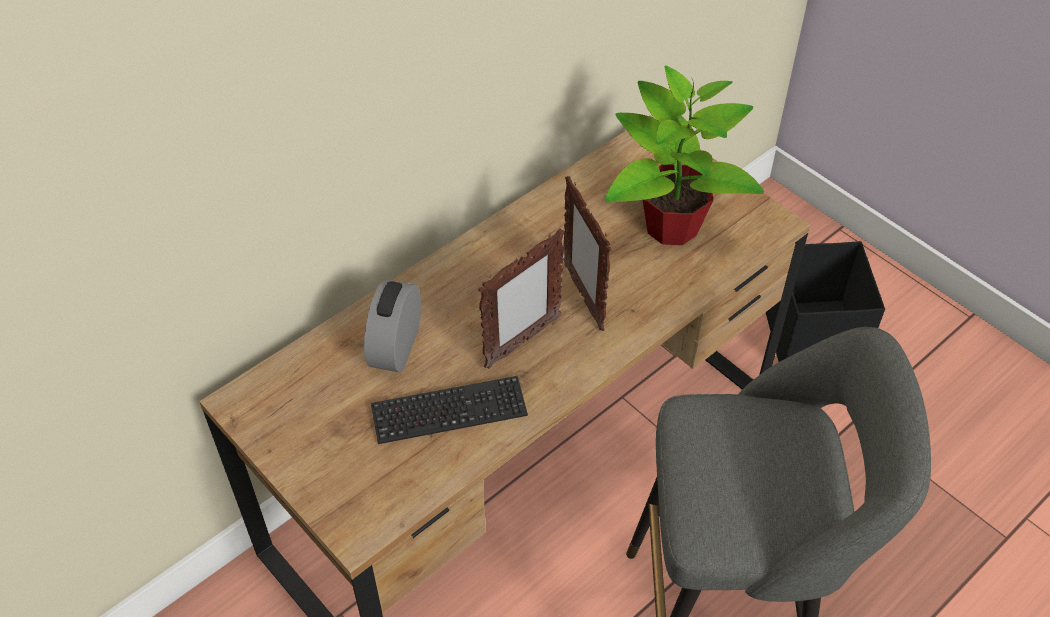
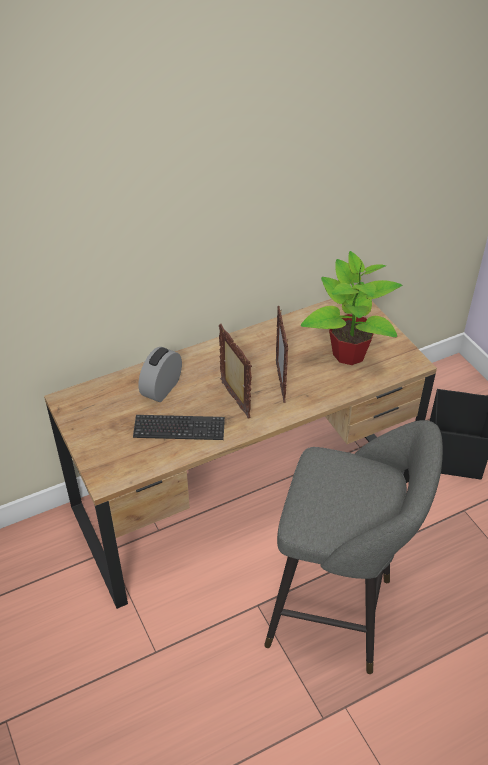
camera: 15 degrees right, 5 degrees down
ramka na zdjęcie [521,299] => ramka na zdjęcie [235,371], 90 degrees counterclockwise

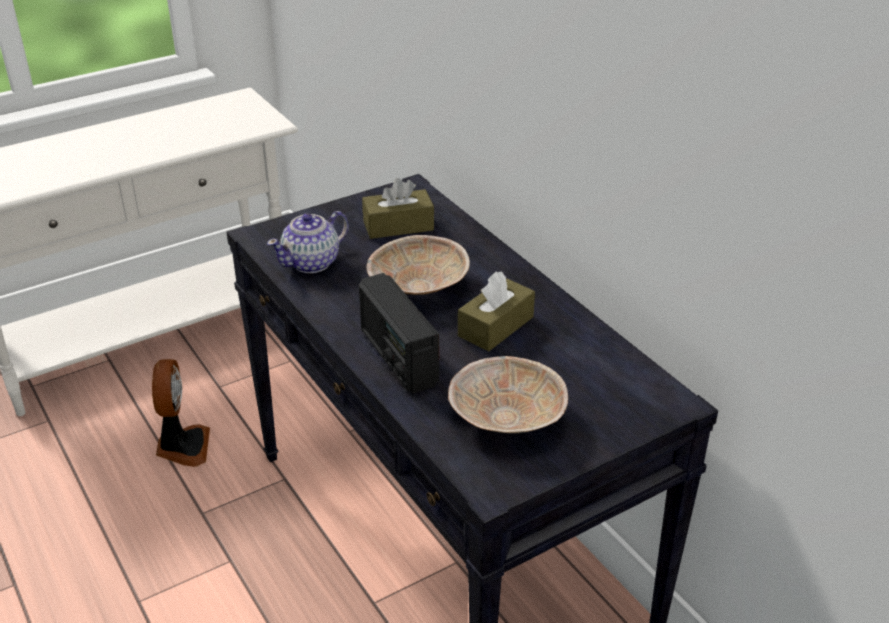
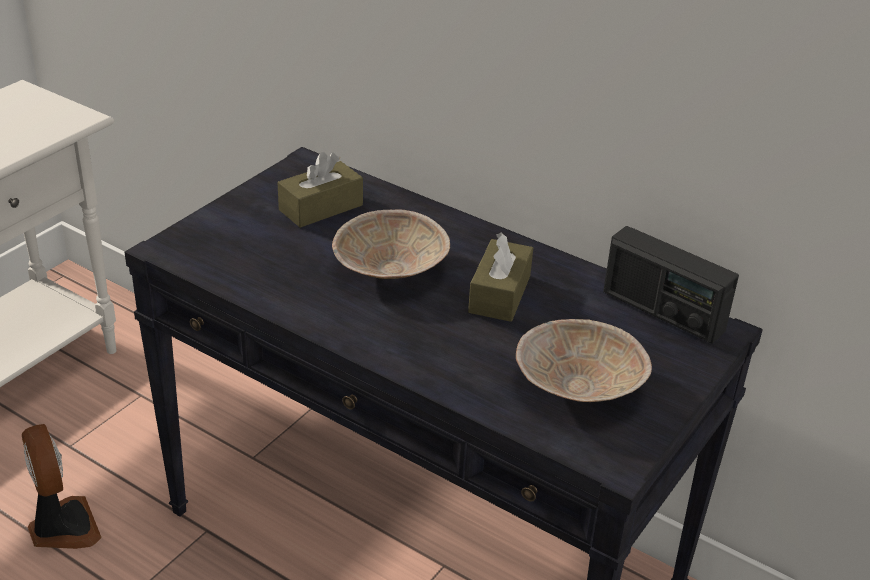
camera: 25 degrees left, 0 degrees up
imbryk [308,242] => nothing
radio [399,333] => radio [671,285], shifted

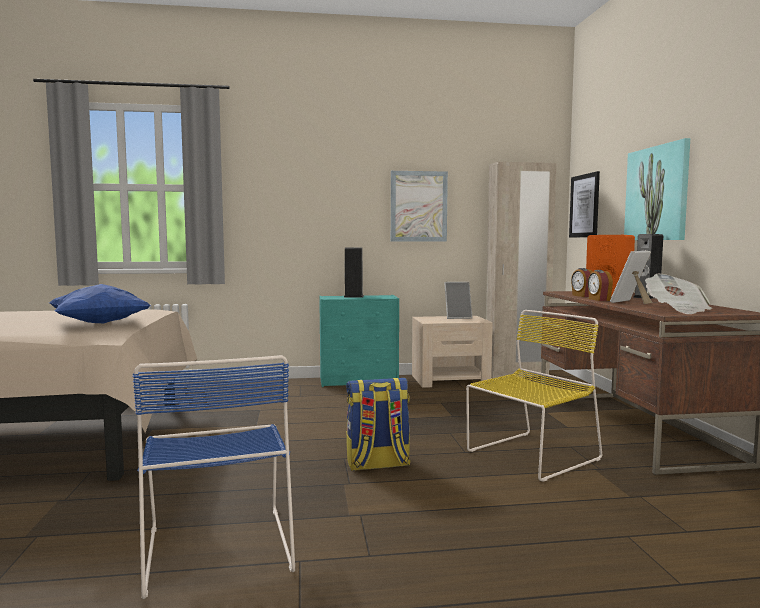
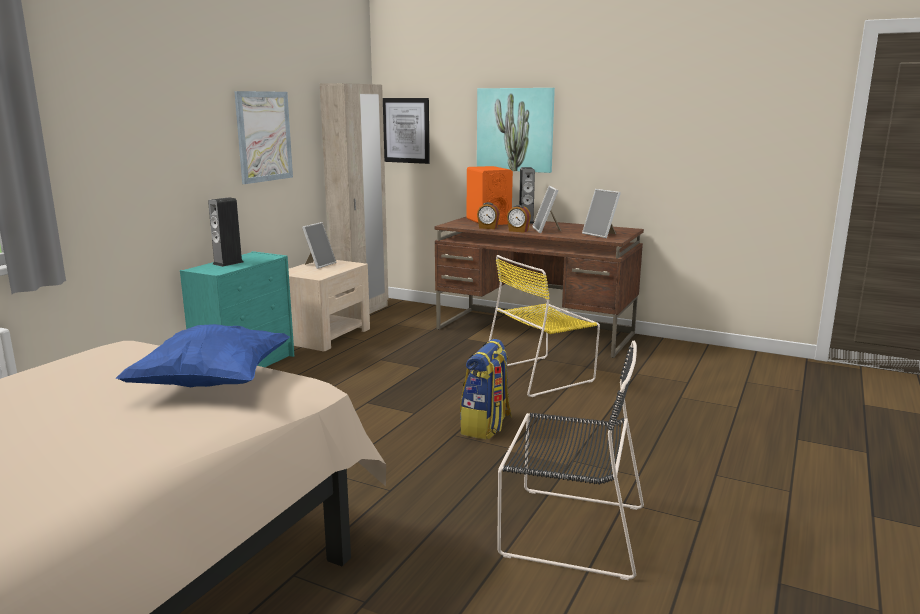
camera: 55 degrees left, 10 degrees up
gazeta [678,294] => ramka na zdjęcie [601,213]
krzesło (żółty) [534,396] => krzesło (żółty) [544,326], 120 degrees counterclockwise
krzesło (niebieski) [214,477] => krzesło (czarny) [570,460]

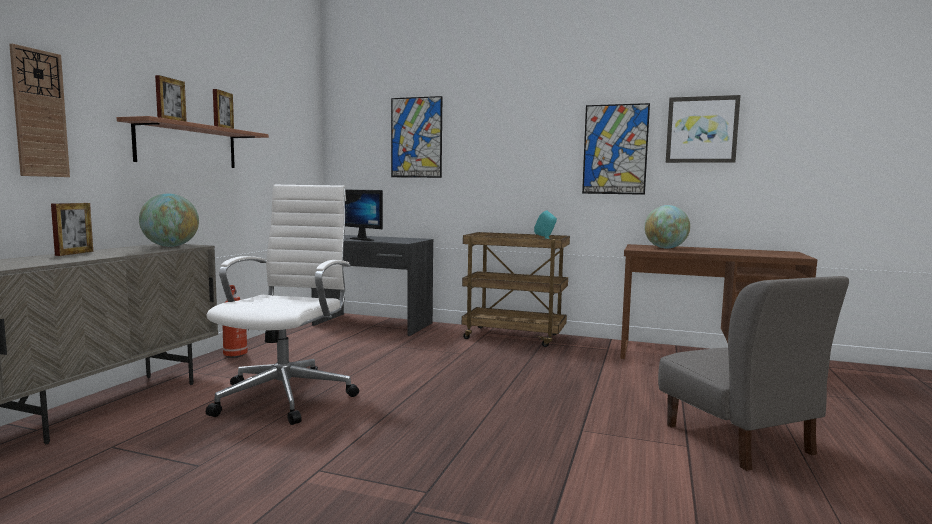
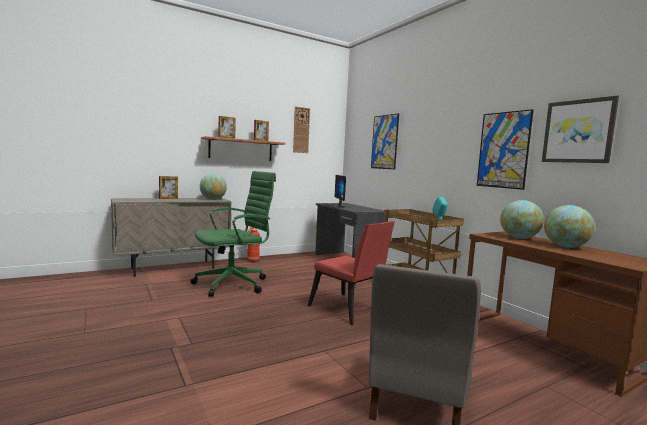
camera: 40 degrees right, 0 degrees up
zegar ścienny [39,110] => zegar ścienny [301,129], shifted
krzesło biurowe (biały) [282,305] => krzesło biurowe (zielony) [233,234]
nothing => globus [569,226]
nothing => krzesło (czerwony) [351,273]

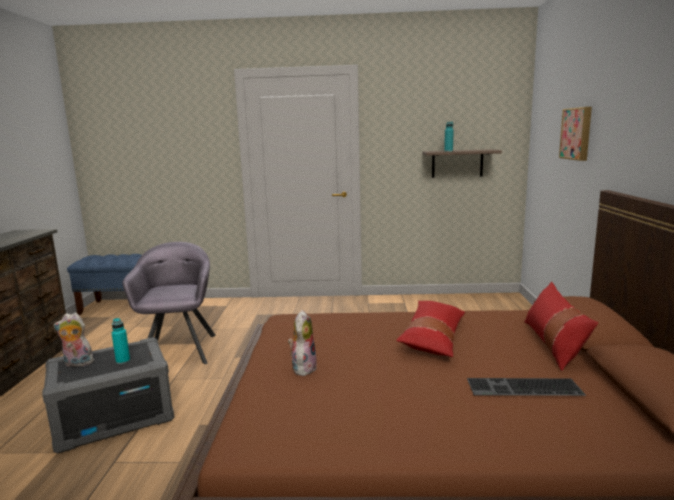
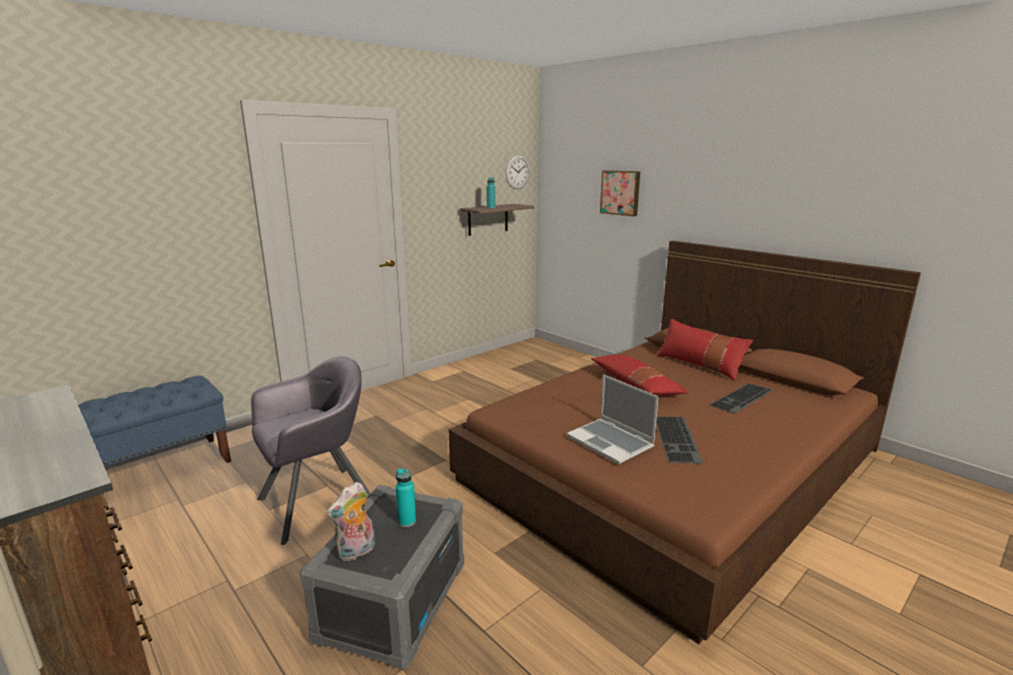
camera: 45 degrees left, 5 degrees up
fotel (szary) [169,303] => fotel (szary) [310,450], 105 degrees clockwise
pluszak [302,343] => laptop [612,419]
nothing => zegar ścienny [518,172]
nothing => klawiatura [679,440]

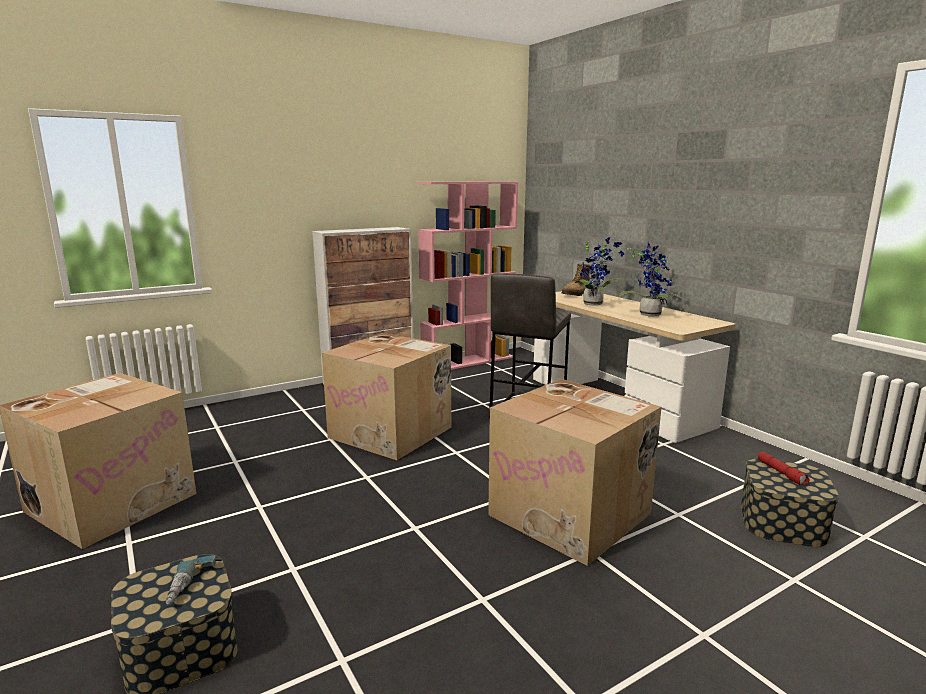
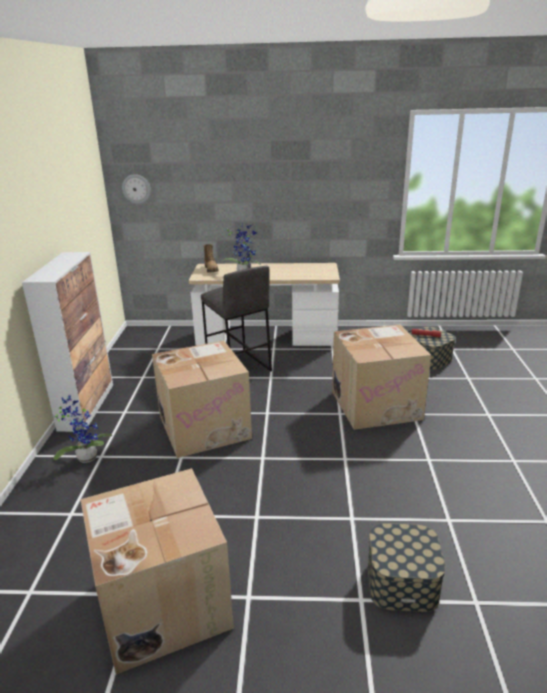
camera: 55 degrees left, 10 degrees up
regał (różowy) [467,275] => nothing
roślina doniczkowa [649,278] => roślina doniczkowa [81,429], shifted
wiertarka [194,580] => nothing
nothing => zegar ścienny [136,189]

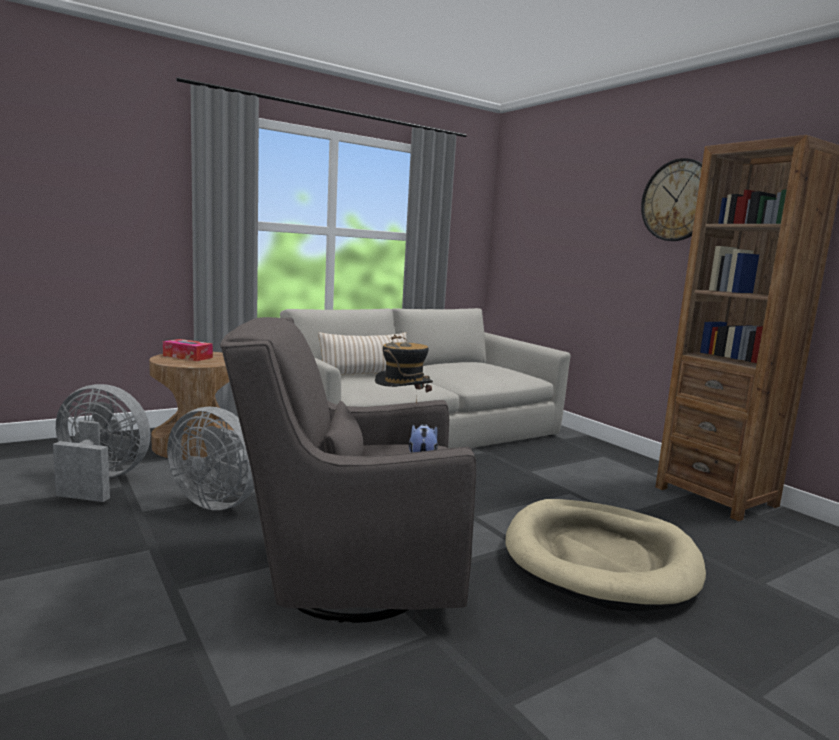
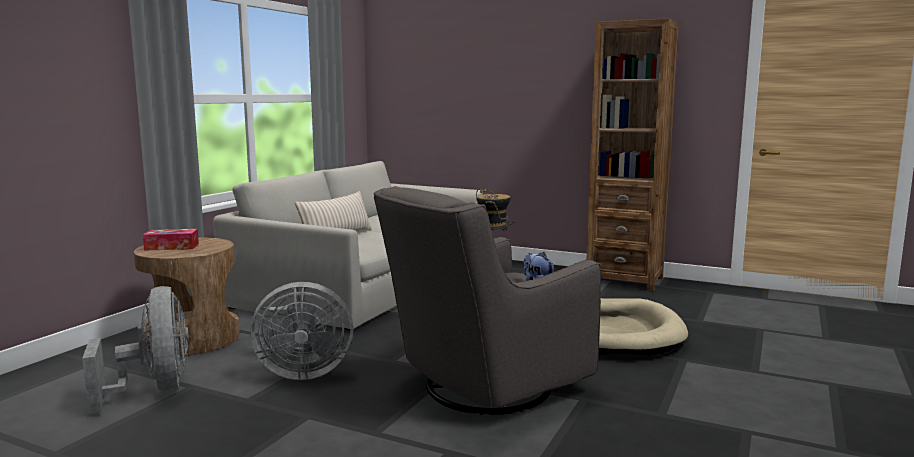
camera: 30 degrees left, 0 degrees up
zegar ścienny [671,199] => nothing
wentylator (szary) [102,443] => wentylator (szary) [135,350], 90 degrees clockwise

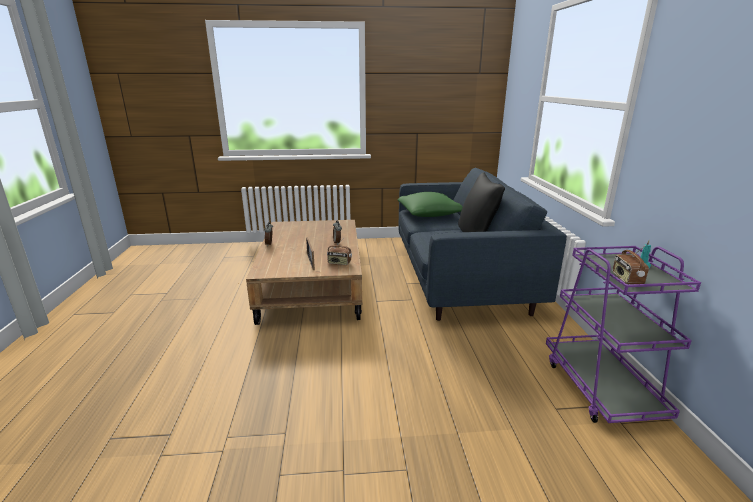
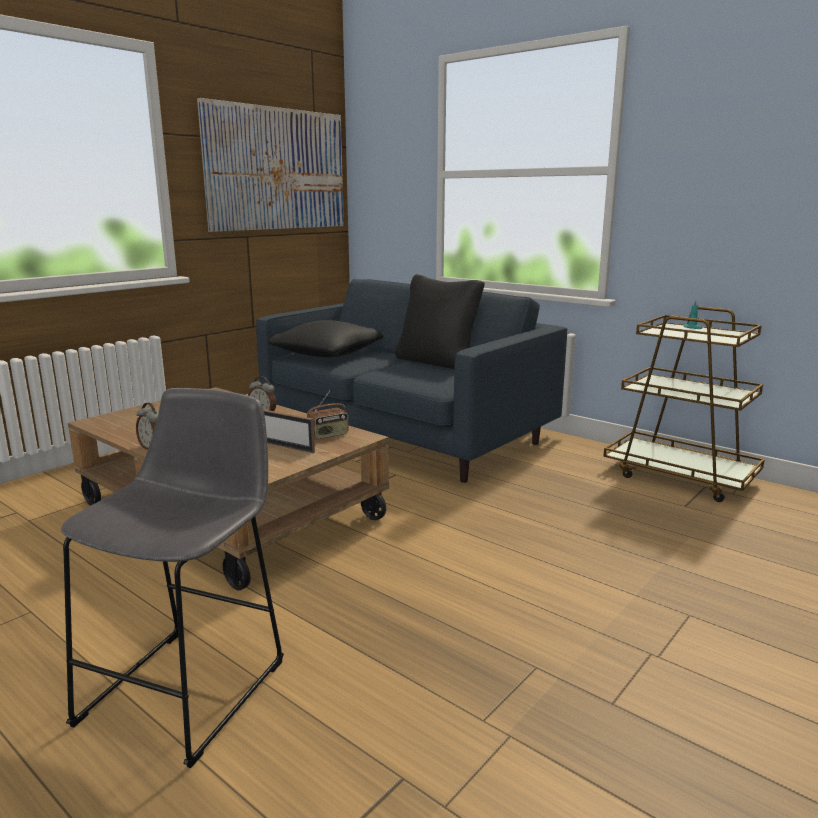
camera: 45 degrees left, 5 degrees down
poduszka (zielony) [430,204] => poduszka (czarny) [325,338]
radio [630,264] => nothing
wózek (fioletowy) [623,334] => wózek (brązowy) [684,404]
nothing => obraz [270,165]
nothing => stołek (szary) [172,578]

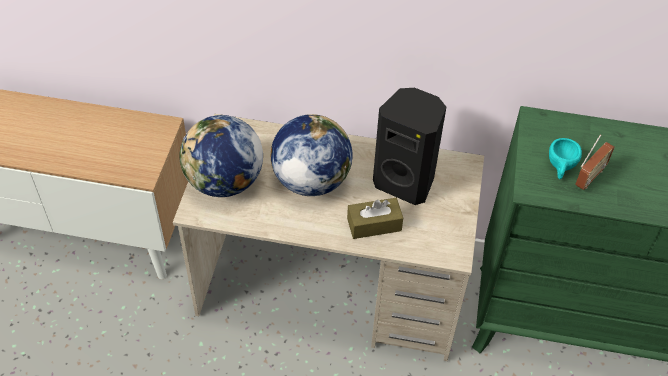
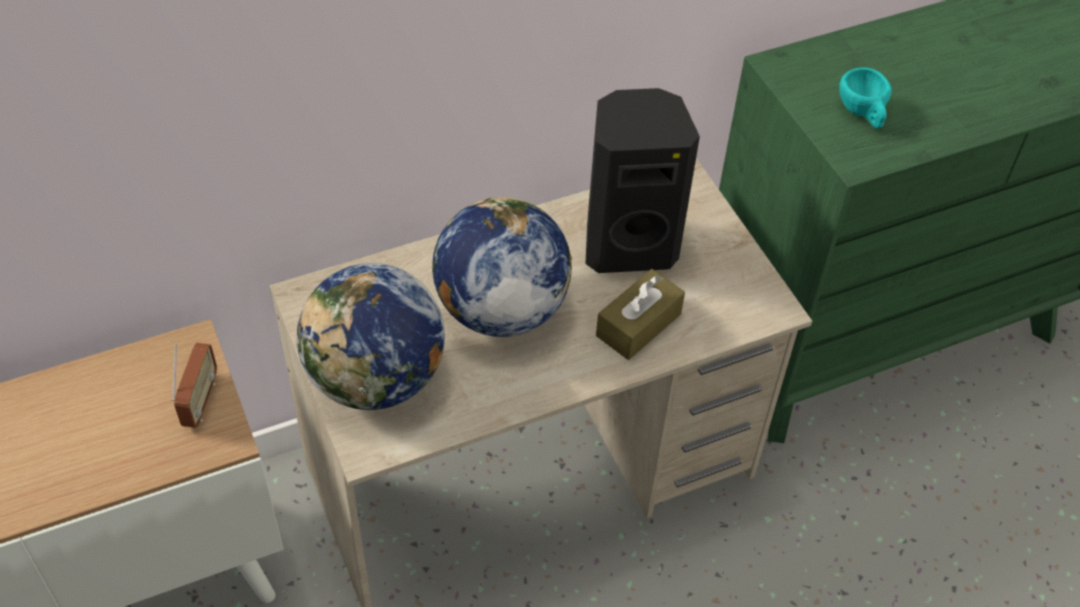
camera: 35 degrees left, 0 degrees up
radio [595,162] => radio [194,385], shifted

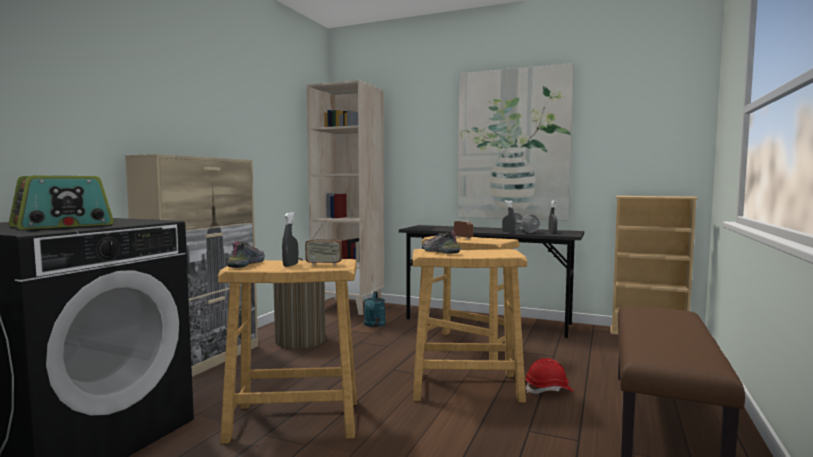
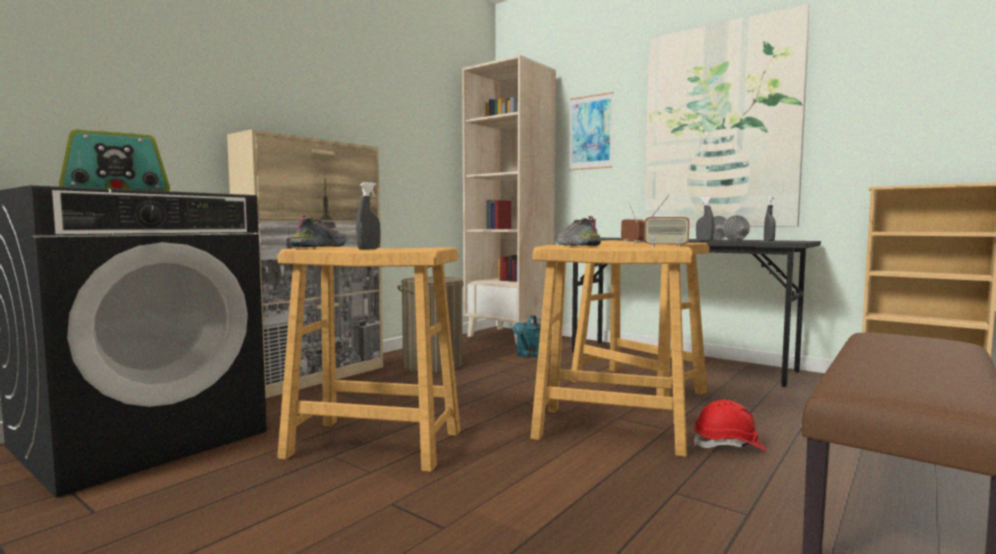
camera: 15 degrees right, 0 degrees up
radio [323,244] => radio [667,221], shifted
nothing => obraz [591,131]

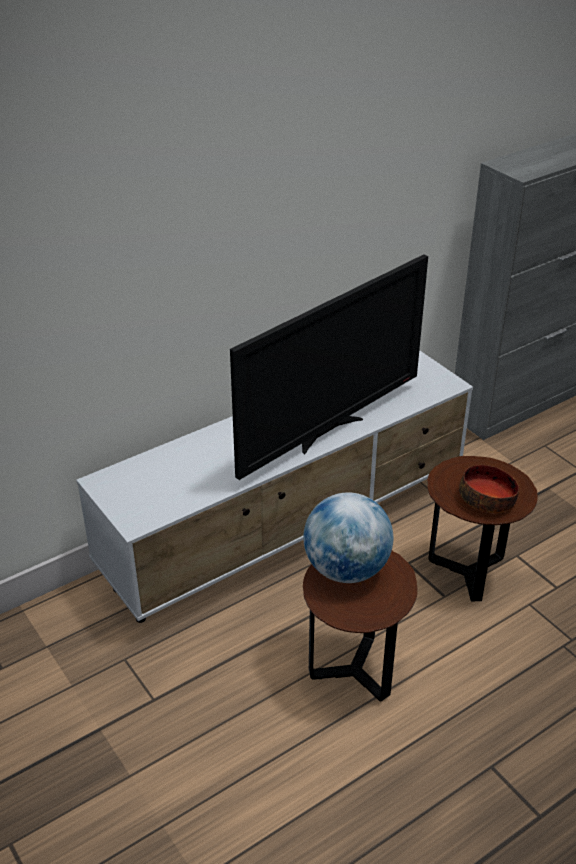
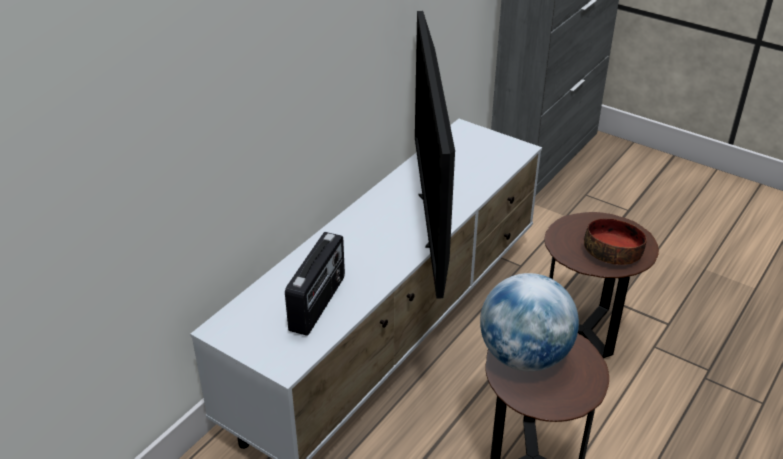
camera: 20 degrees left, 0 degrees up
telewizor [329,367] => telewizor [435,155], 150 degrees clockwise
nothing => radio [315,284]

